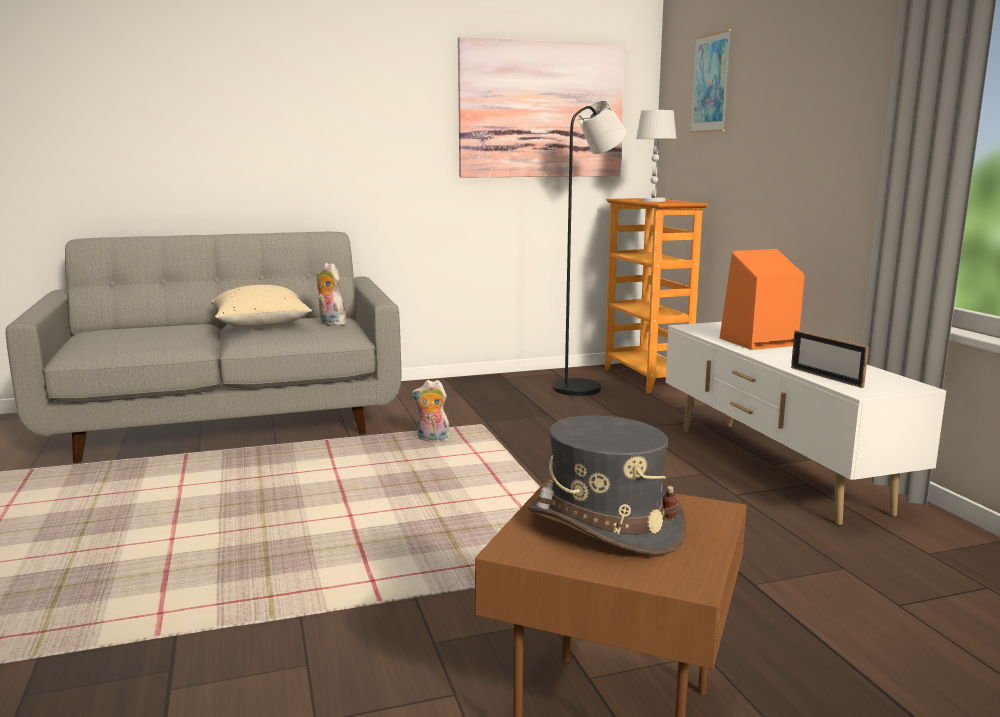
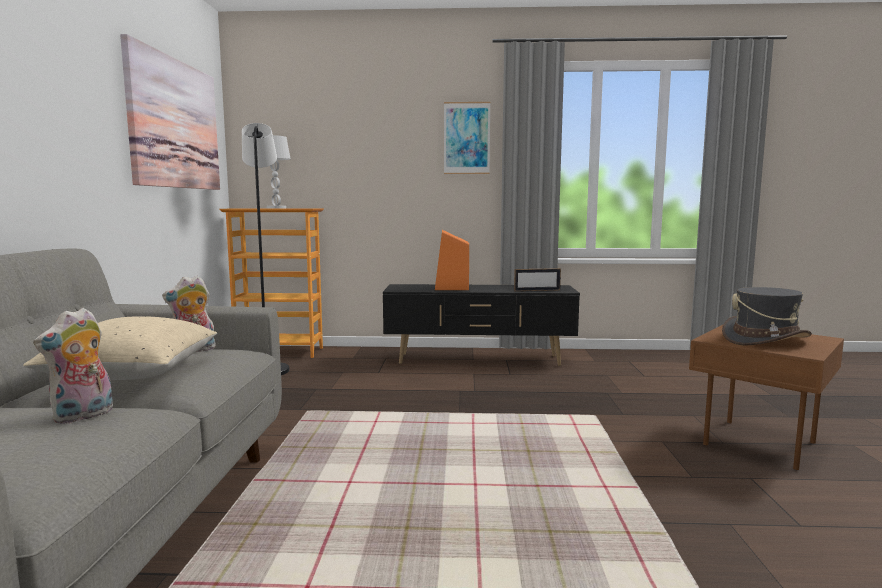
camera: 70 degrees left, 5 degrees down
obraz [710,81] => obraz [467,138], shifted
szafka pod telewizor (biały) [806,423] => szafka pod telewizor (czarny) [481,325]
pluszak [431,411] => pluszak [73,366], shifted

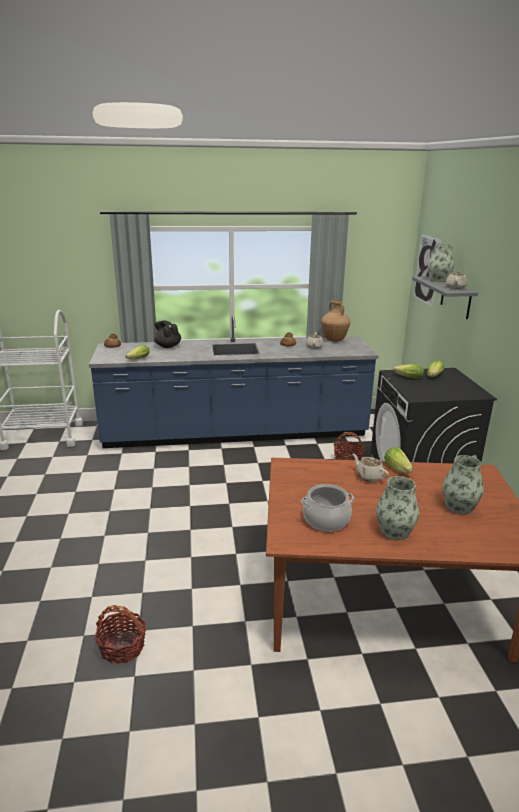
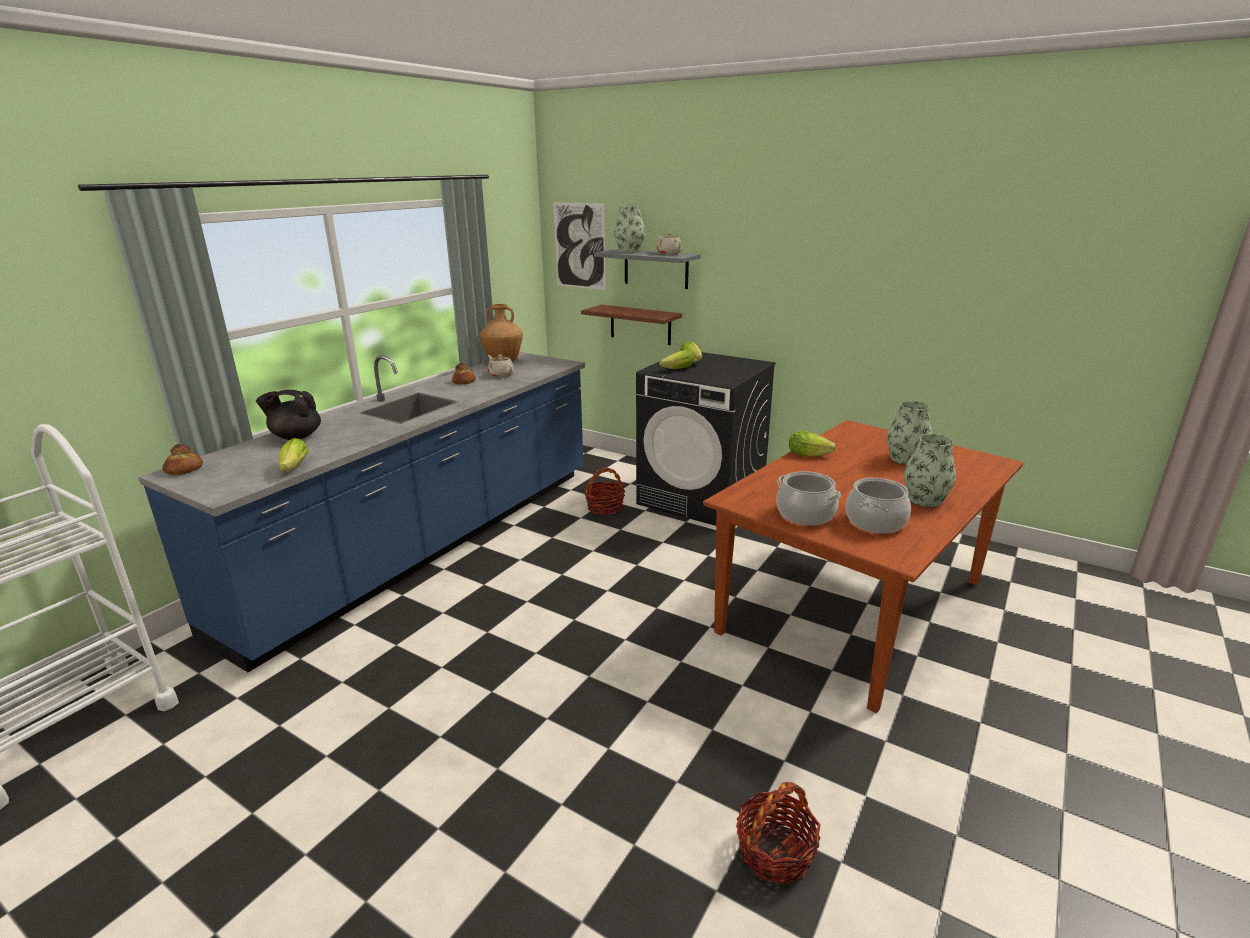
camera: 50 degrees left, 0 degrees up
imbryk (beżowy) [370,467] => nothing
nothing => półka (brązowy) [631,324]
nothing => garnek [808,498]

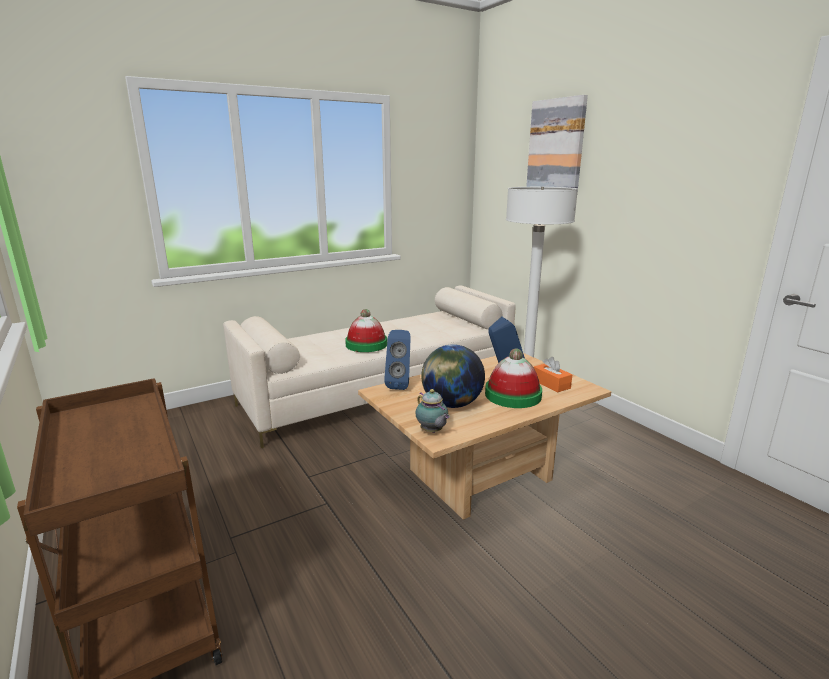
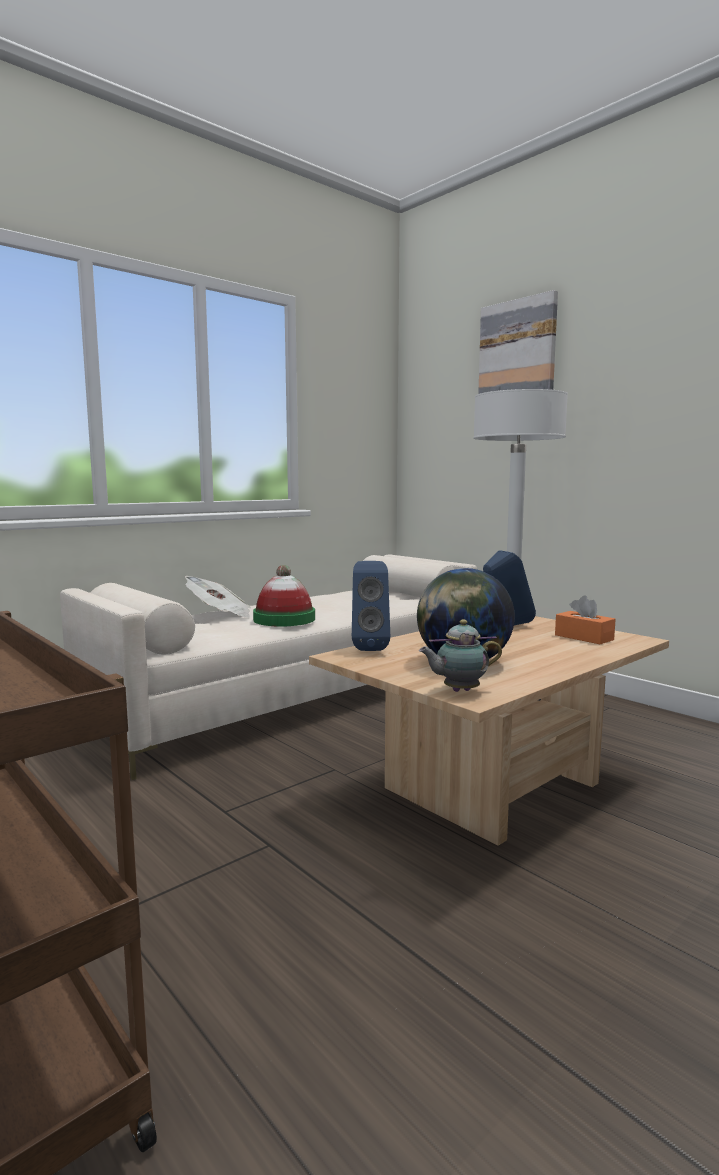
camera: 10 degrees left, 10 degrees down
kapelusz [513,378] => nothing
imbryk [432,411] => imbryk [460,655], 120 degrees clockwise
nothing => gazeta [218,597]

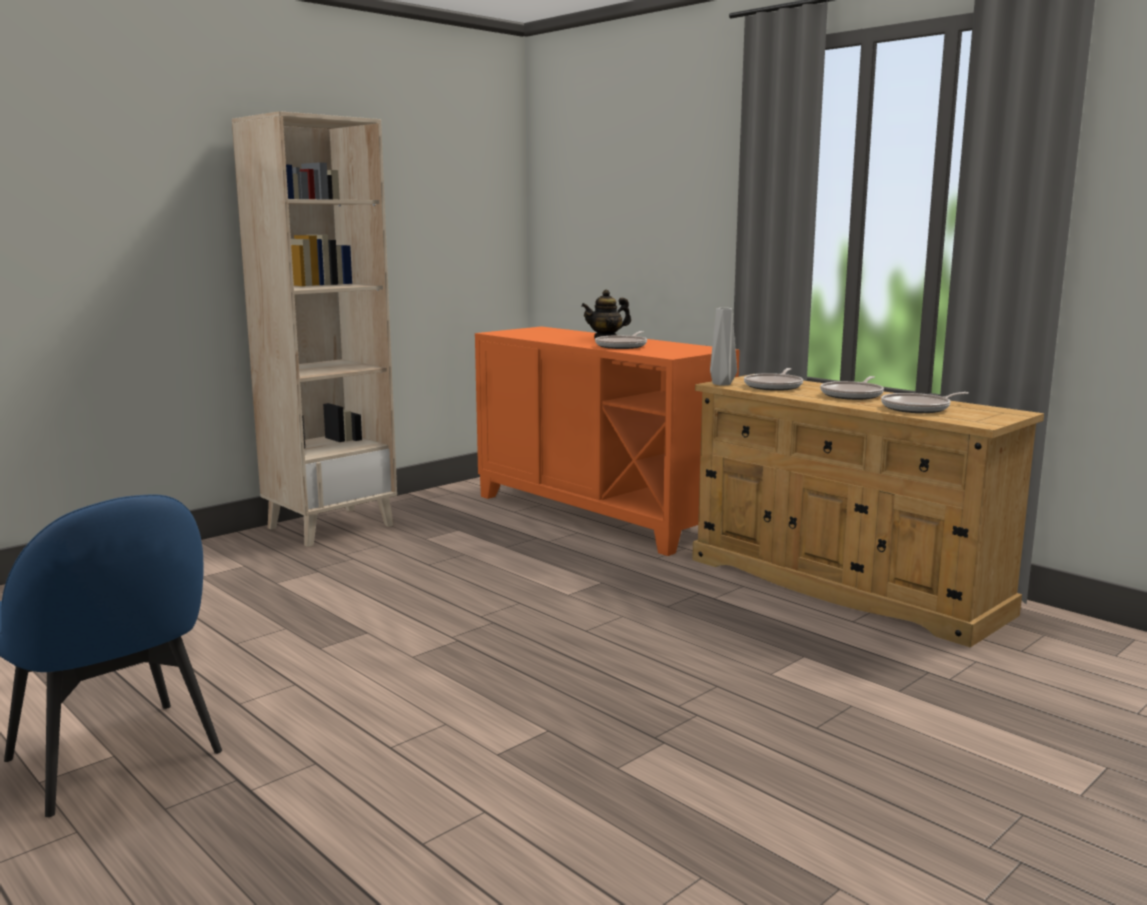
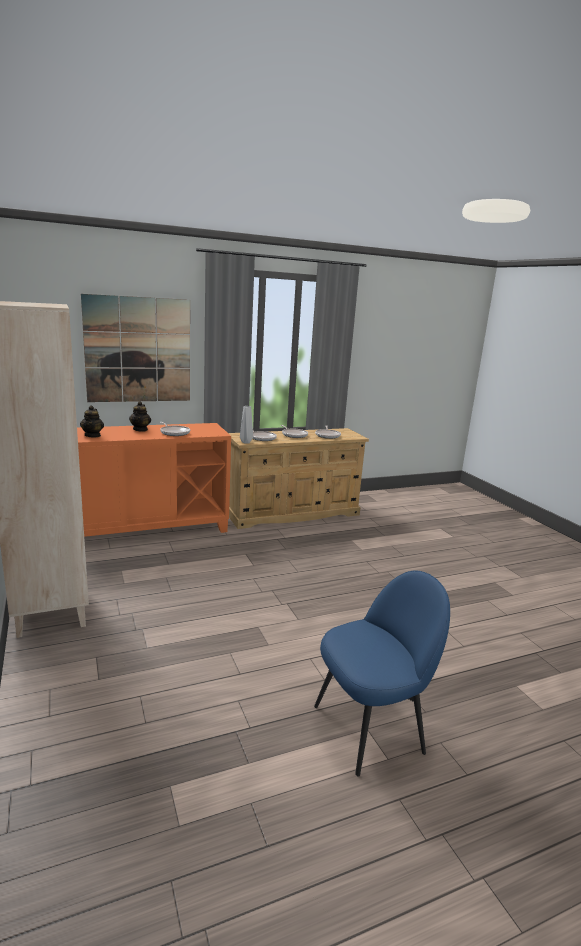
camera: 70 degrees left, 5 degrees up
nothing => obraz [135,348]
nothing => imbryk [92,421]

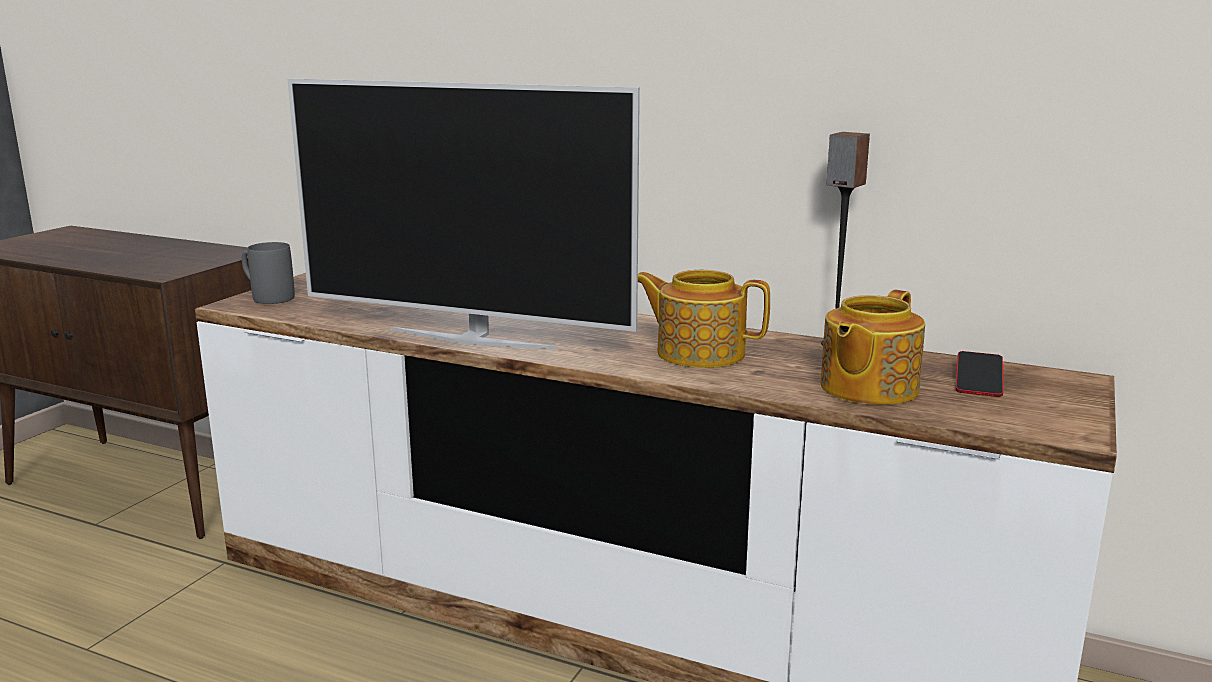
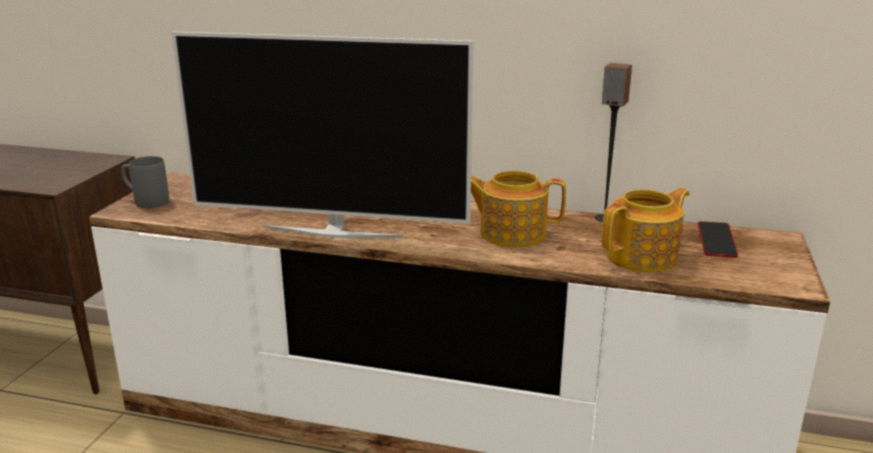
camera: 10 degrees left, 5 degrees up
imbryk [872,347] => imbryk [646,230], 150 degrees counterclockwise

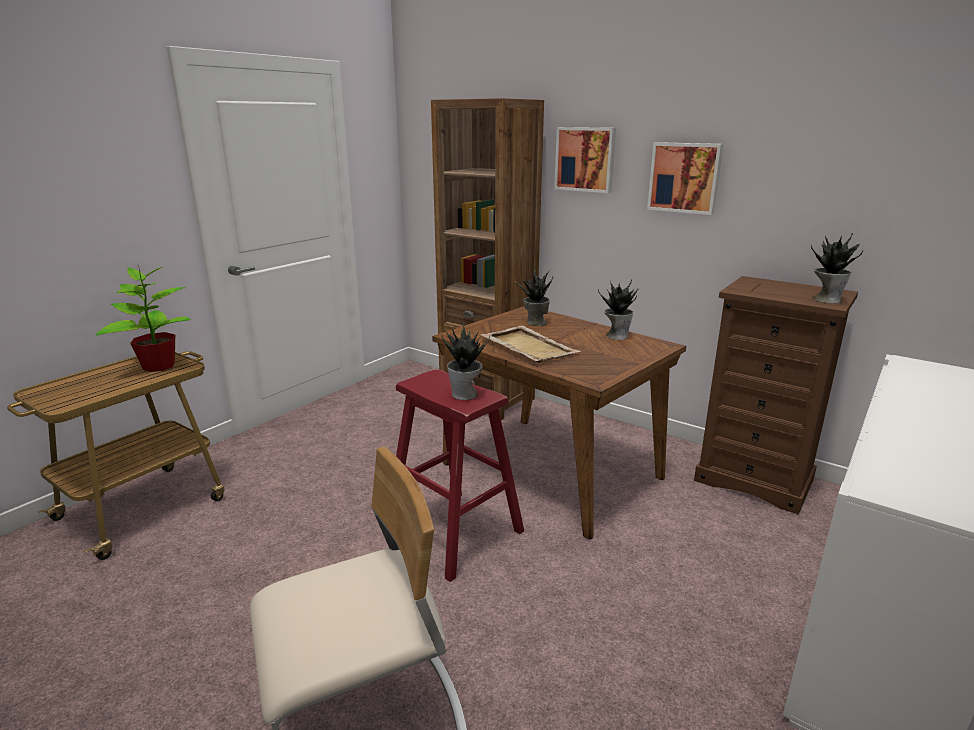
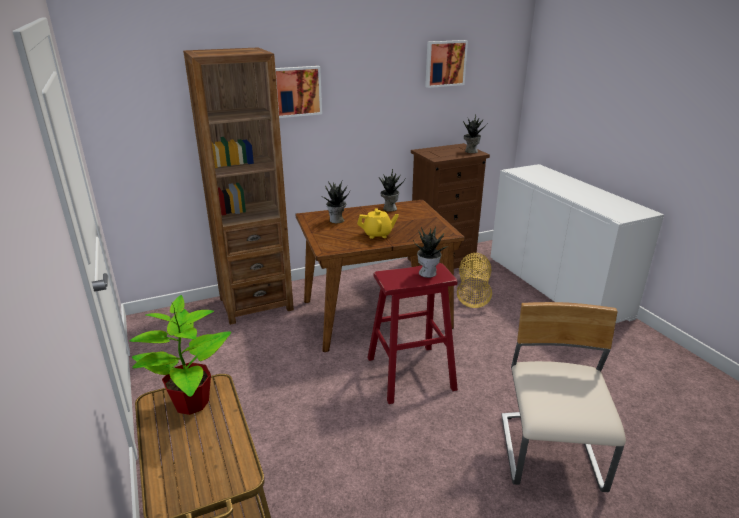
camera: 60 degrees left, 5 degrees up
obraz [685,178] => obraz [446,64], shifted
taca (beżowy) [531,344] => imbryk (żółty) [378,223]
nothing => koszyk [474,280]

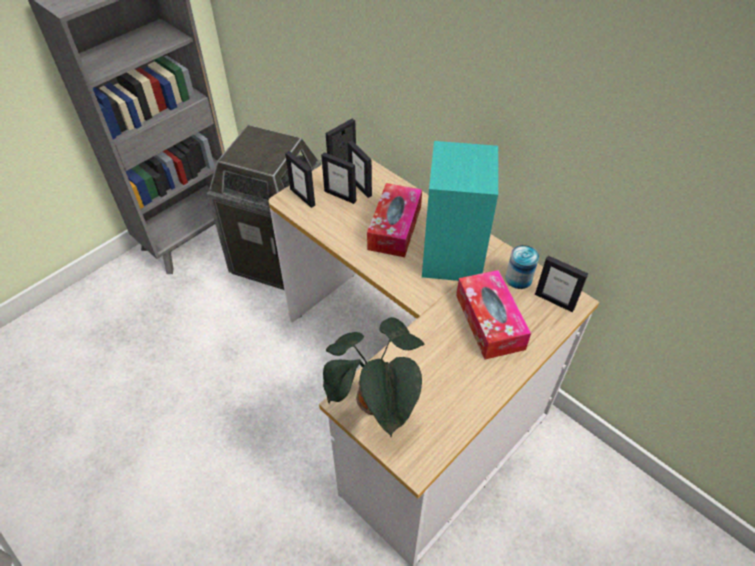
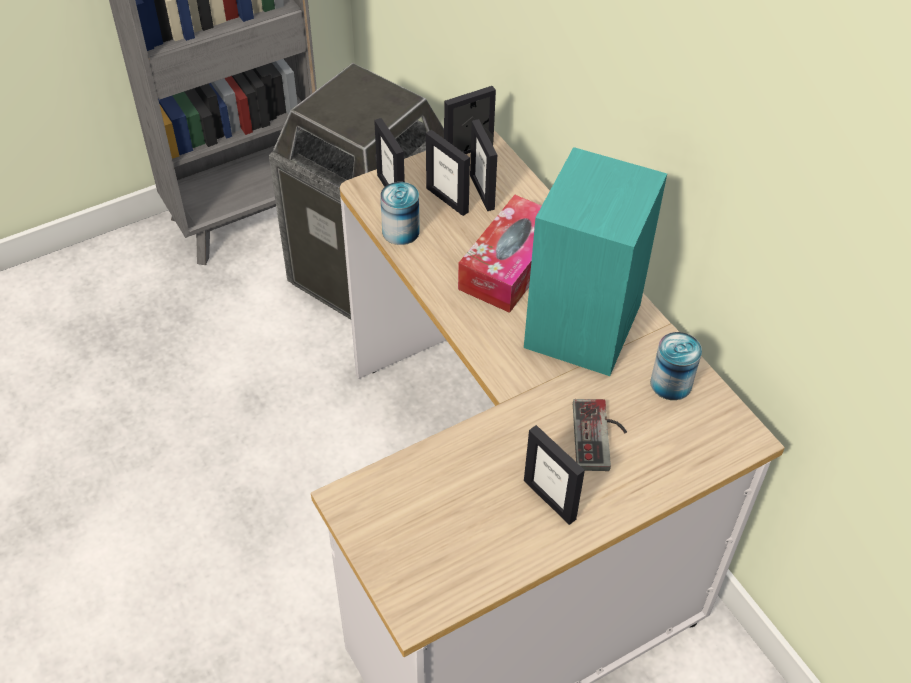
camera: 15 degrees right, 0 degrees up
ramka na zdjęcie [561,284] => ramka na zdjęcie [554,475], shifted
pudełko chusteczek [493,314] => pad do gier [600,435]
roślina doniczkowa [374,377] => nothing
nothing => puszka [400,213]

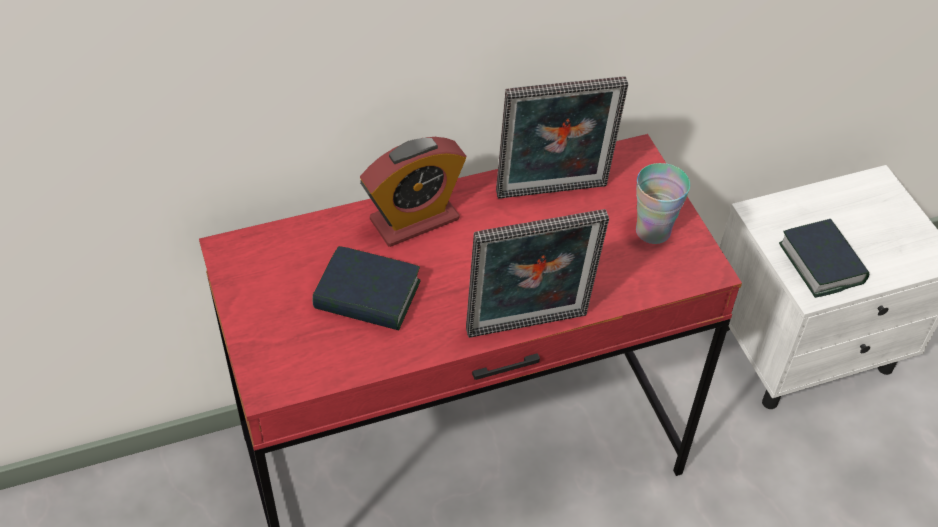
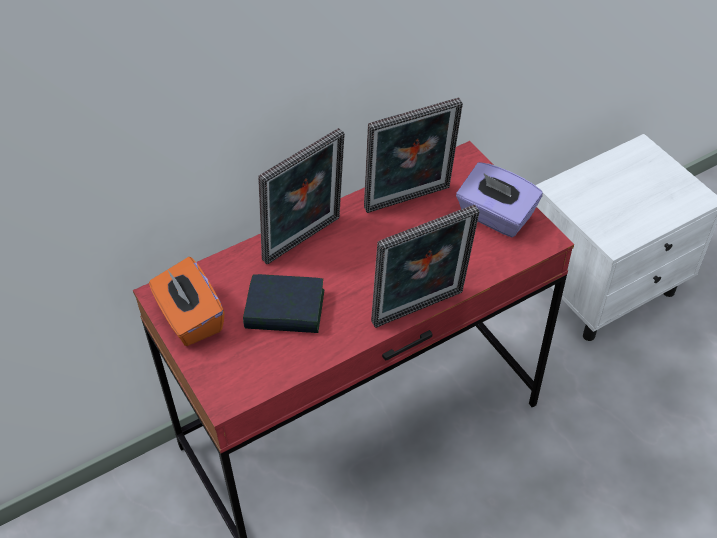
camera: 10 degrees left, 0 degrees up
budzik [413,192] => ramka na zdjęcie [301,196]
filiżanka [663,203] => pudełko chusteczek (fioletowy) [499,199]
książka [824,258] => nothing
nothing => pudełko chusteczek (pomarańczowy) [186,301]

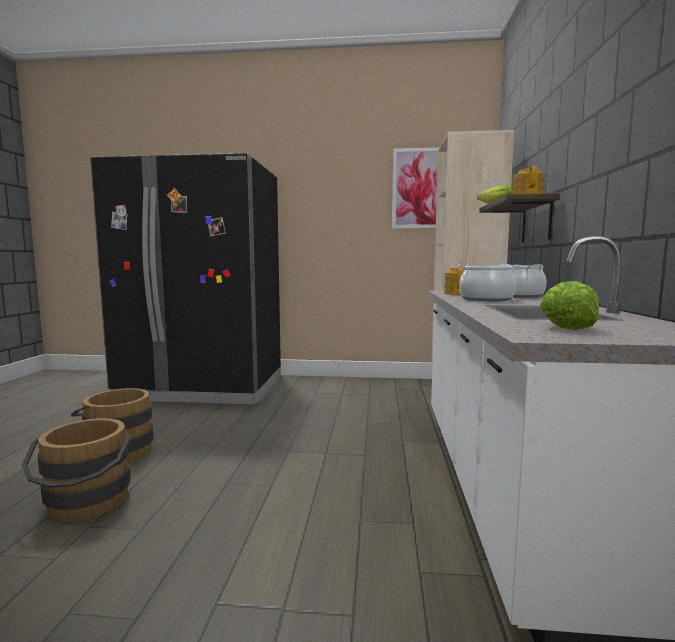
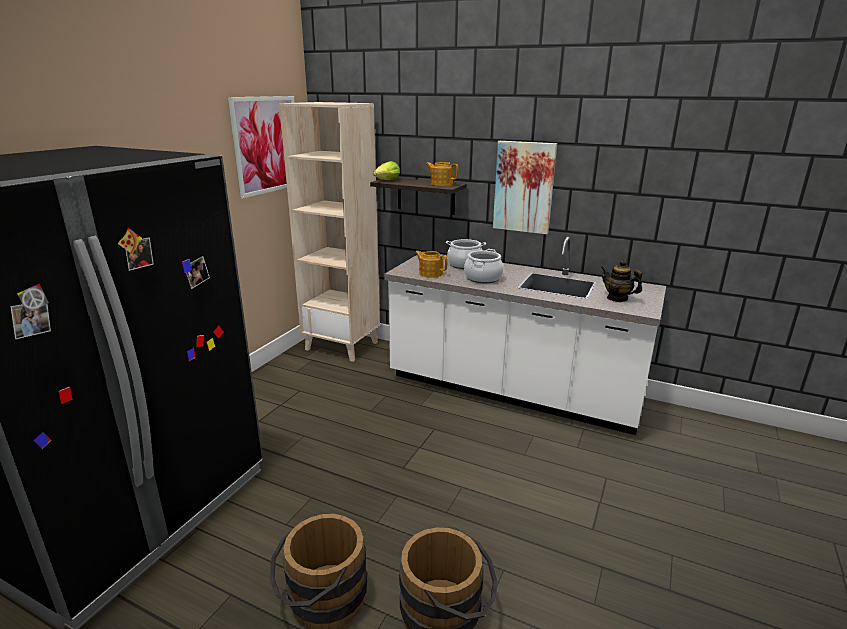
camera: 70 degrees left, 15 degrees up
sałata [569,305] => imbryk [621,281]
nothing => obraz [525,187]

